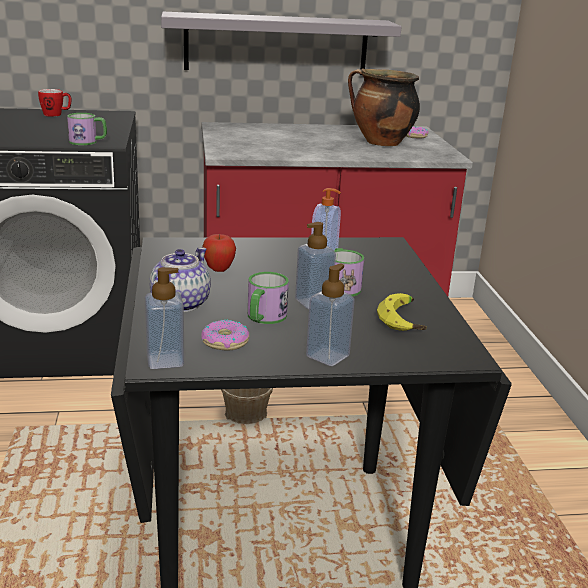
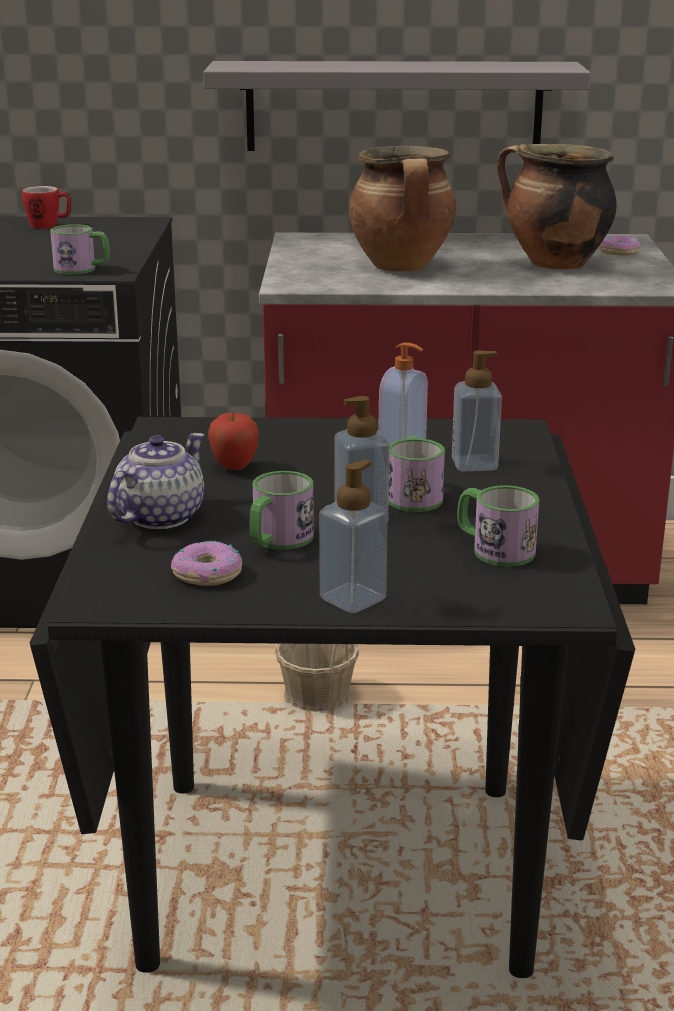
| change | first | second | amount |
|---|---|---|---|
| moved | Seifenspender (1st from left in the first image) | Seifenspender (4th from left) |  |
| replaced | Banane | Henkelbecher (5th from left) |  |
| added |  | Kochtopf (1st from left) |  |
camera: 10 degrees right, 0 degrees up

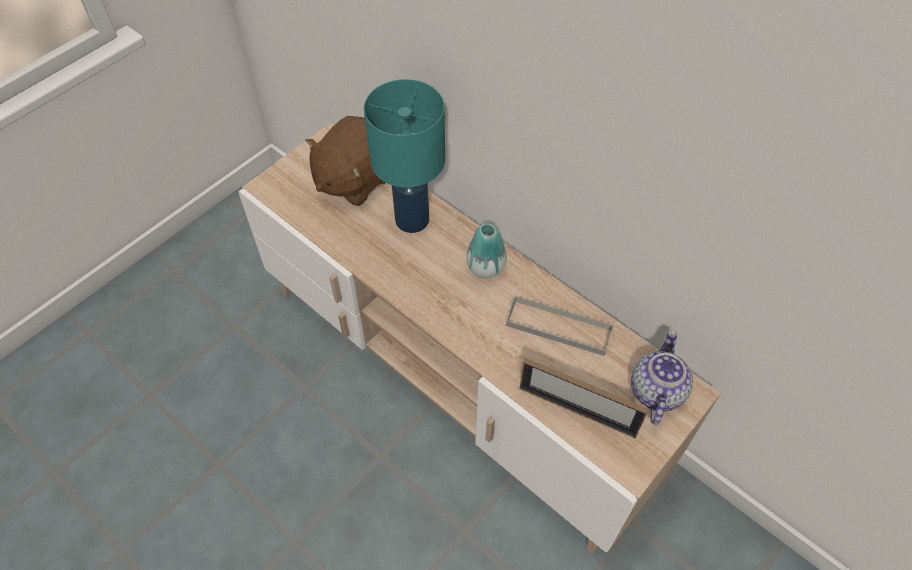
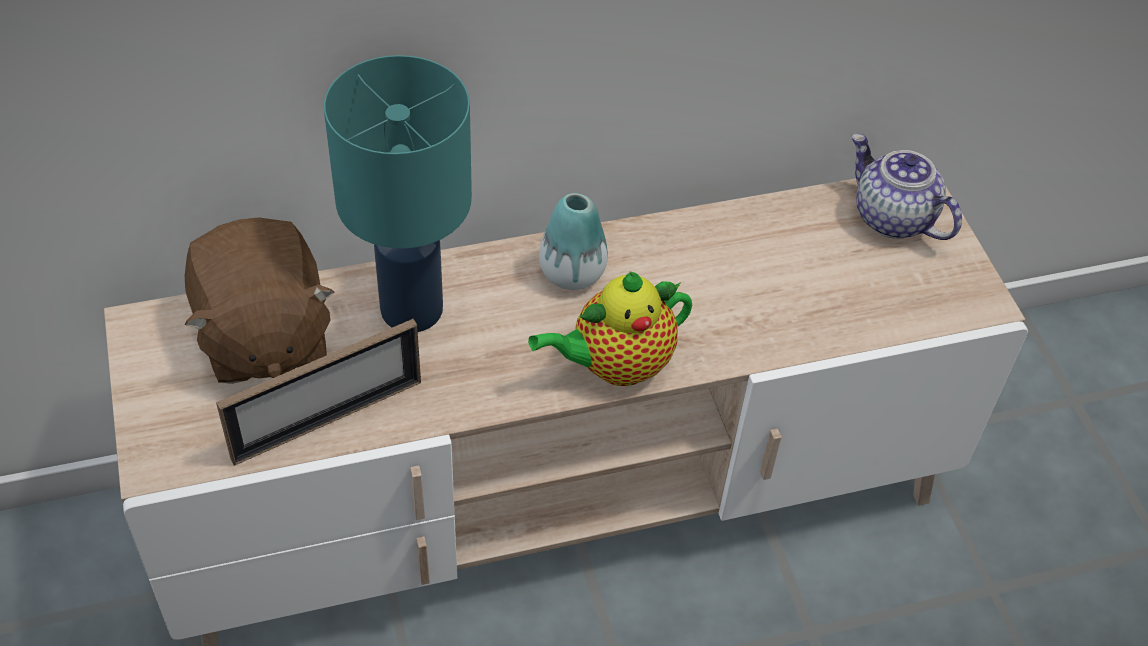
| change | first | second | amount |
|---|---|---|---|
| removed | Tablett [grau] |  |  |
| moved | Bilderrahmen |  |  |
| added |  | Teekanne (1st from left) |  |
camera: 60 degrees left, 5 degrees down

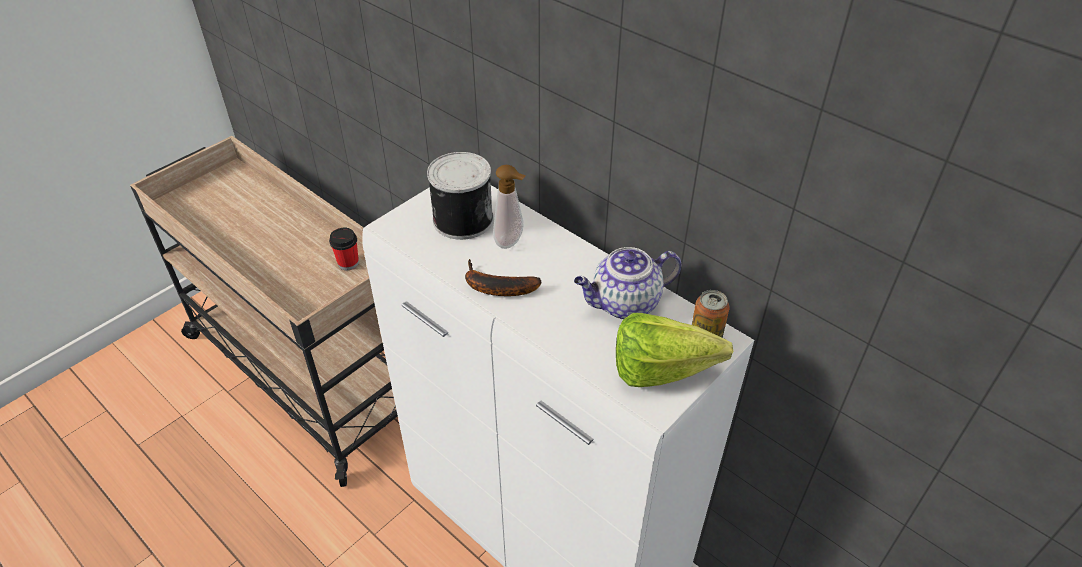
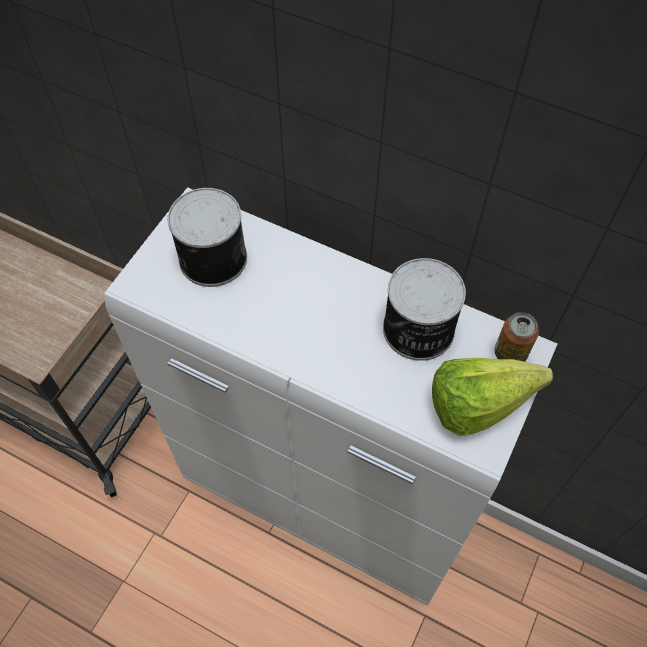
| change | first | second | amount |
|---|---|---|---|
| removed | Seifenspender |  |  |
| removed | Tasse |  |  |
| replaced | Teekanne | Dose (2nd from left) |  |
| removed | Banane |  |  |
camera: 15 degrees left, 15 degrees up

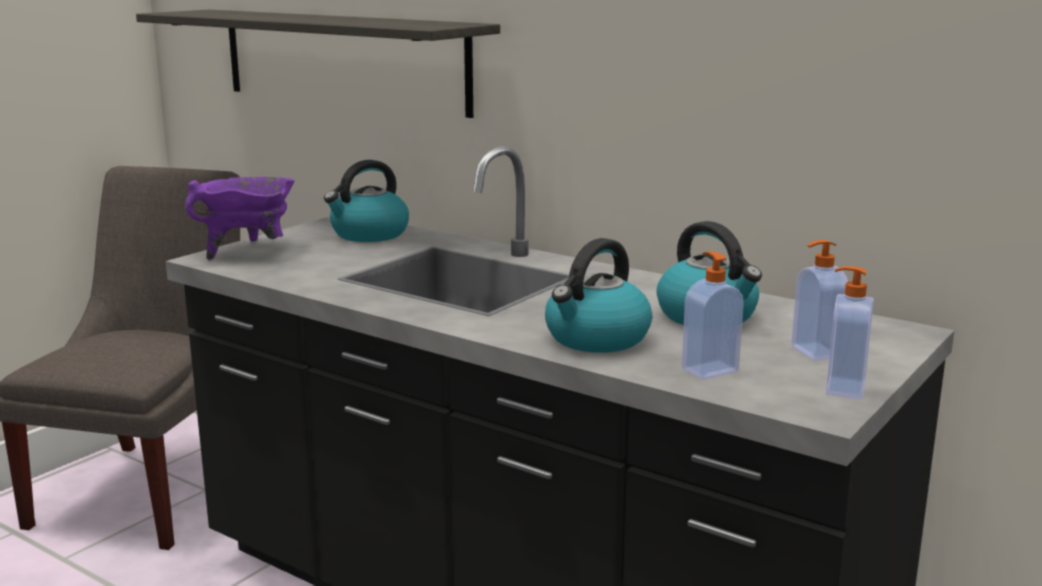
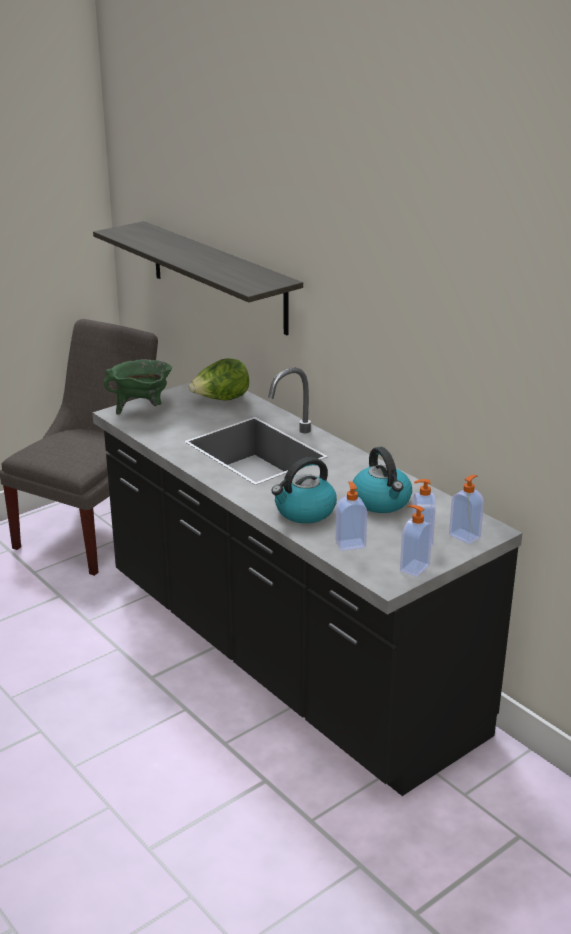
| change | first | second | amount |
|---|---|---|---|
| replaced | Wasserkessel (1st from left) | Salatkopf |  |
| recoloured | Kochtopf [lila] | Kochtopf [grün] |  |
| added |  | Seifenspender (4th from left) |  |
camera: 15 degrees right, 10 degrees up

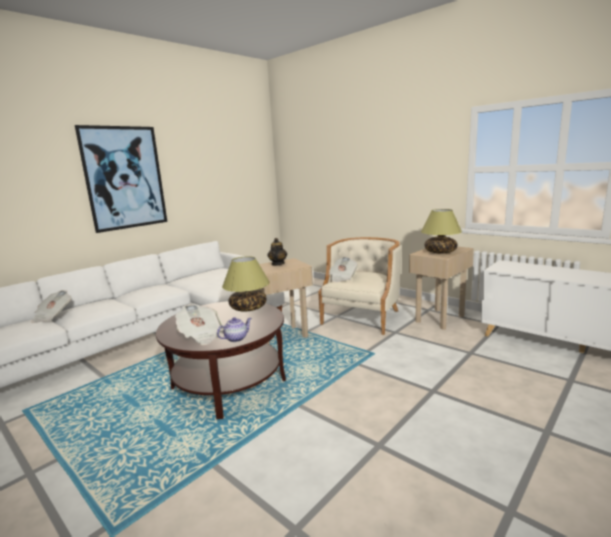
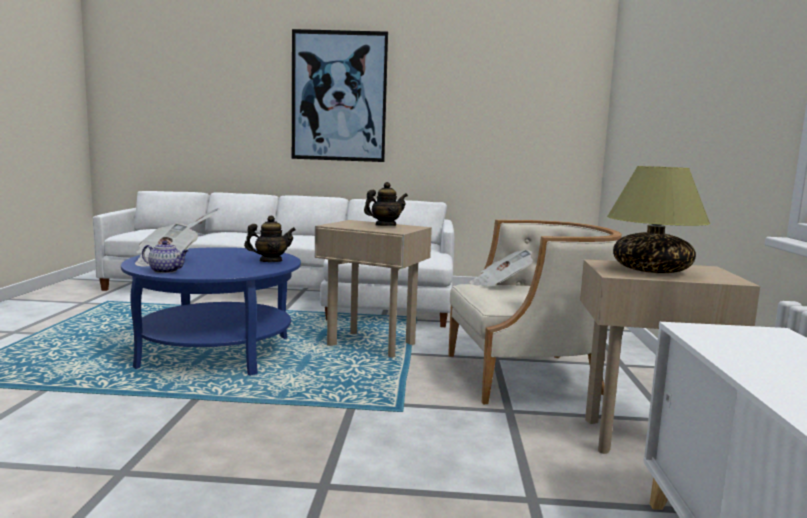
| change | first | second | amount |
|---|---|---|---|
| replaced | Tischlampe (1st from left) | Teekanne (2nd from left) |  |
| recoloured | Couchtisch [braun] | Couchtisch [blau] |  |
camera: 50 degrees right, 5 degrees down

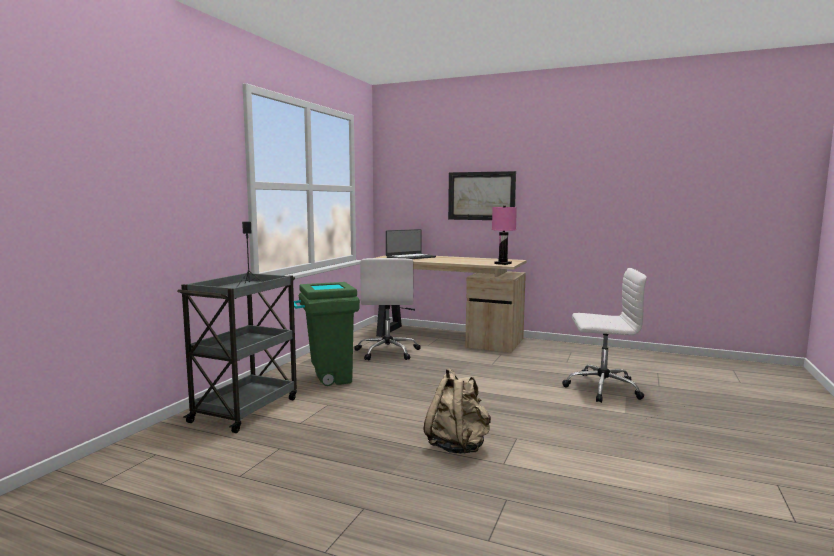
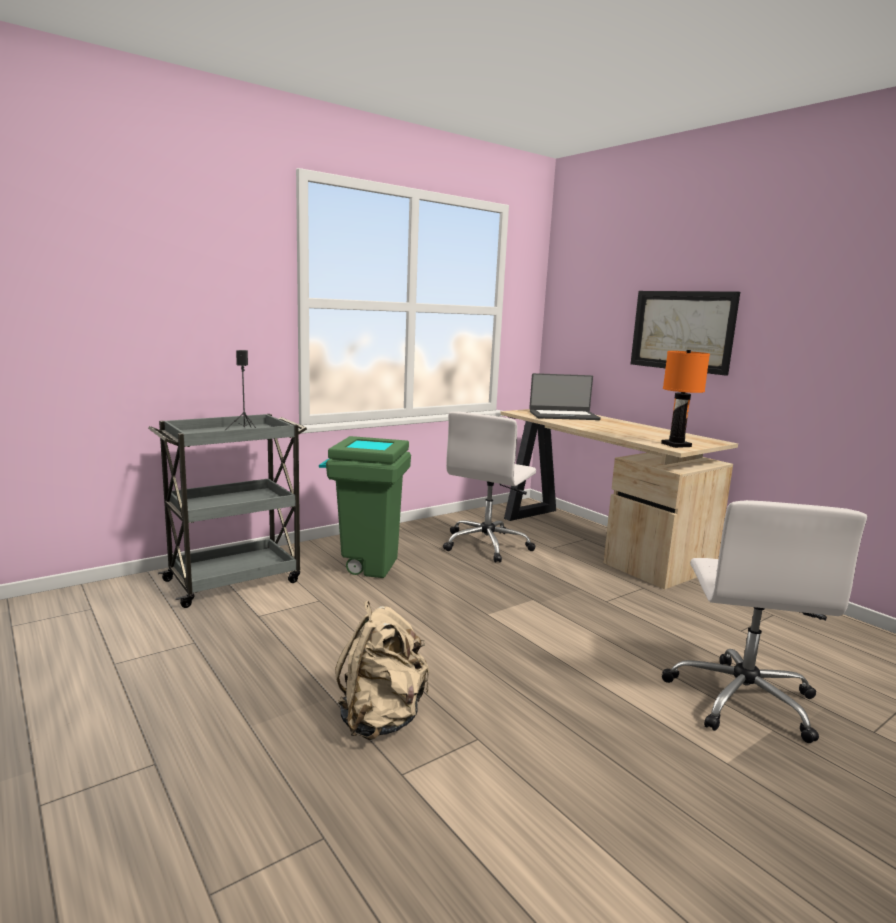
| change | first | second | amount |
|---|---|---|---|
| recoloured | Tischlampe [rosa] | Tischlampe [orange] |  |
| turned | Bürostuhl [weiß] (2nd from left) |  | 60 degrees clockwise |
camera: 30 degrees right, 5 degrees up

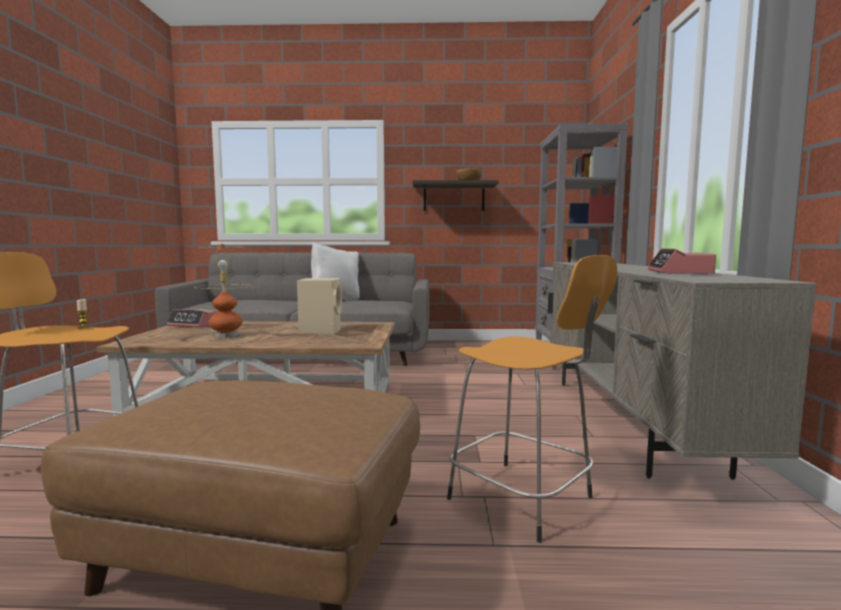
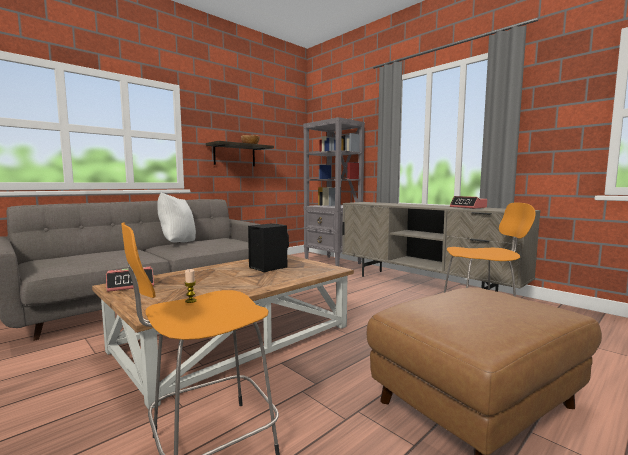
| change | first | second | amount |
|---|---|---|---|
| removed | Tischlampe |  |  |
| recoloured | Lautsprecher [beige] | Lautsprecher [schwarz] |  |
camera: 45 degrees left, 0 degrees up

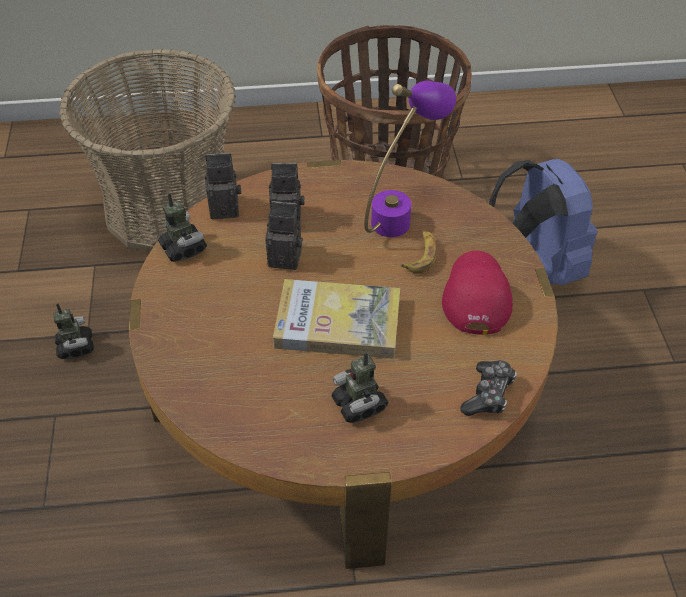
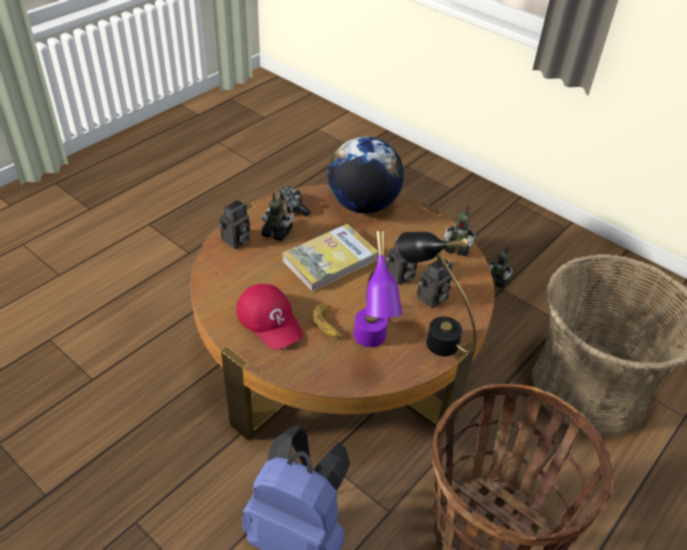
| change | first | second | amount |
|---|---|---|---|
| moved | Kamera (1st from left) |  |  |
| moved | Gamepad |  |  |
| added |  | Globus |  |
| added |  | Tischlampe [schwarz] |  |
camera: 135 degrees right, 5 degrees down

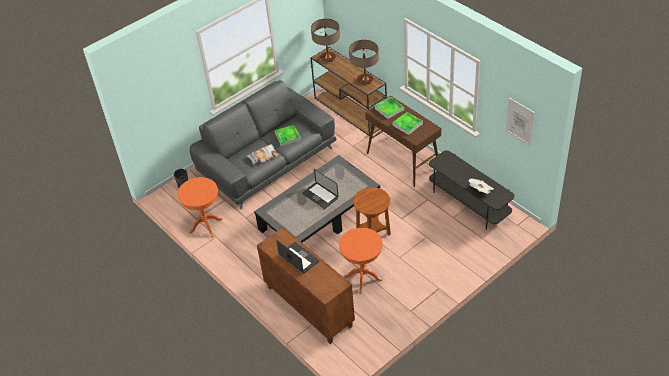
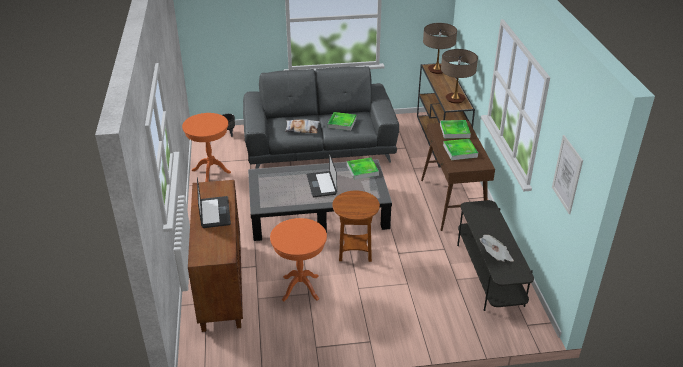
| change | first | second | amount |
|---|---|---|---|
| added |  | Tablett (2nd from left) |  |
camera: 30 degrees right, 10 degrees down

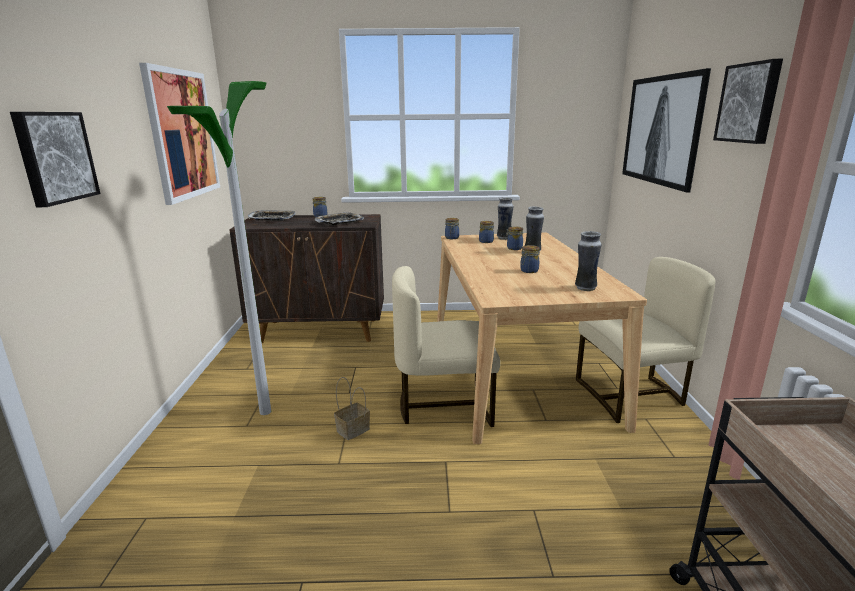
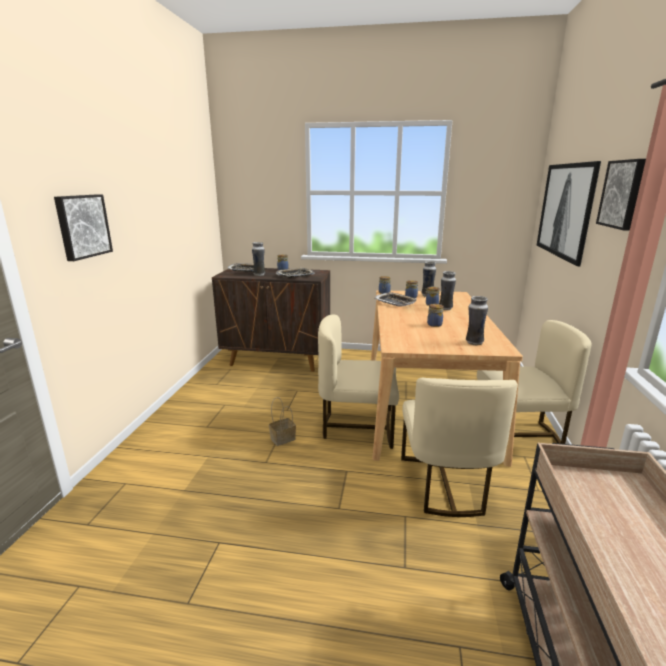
| change | first | second | amount |
|---|---|---|---|
| removed | Bild (2nd from left) |  |  |
| removed | Stehlampe |  |  |
| added |  | Vase (1st from left) |  |
| added |  | Tablett (3rd from left) |  |
| added |  | Stuhl [beige] (2nd from left) |  |
camera: 10 degrees right, 0 degrees up

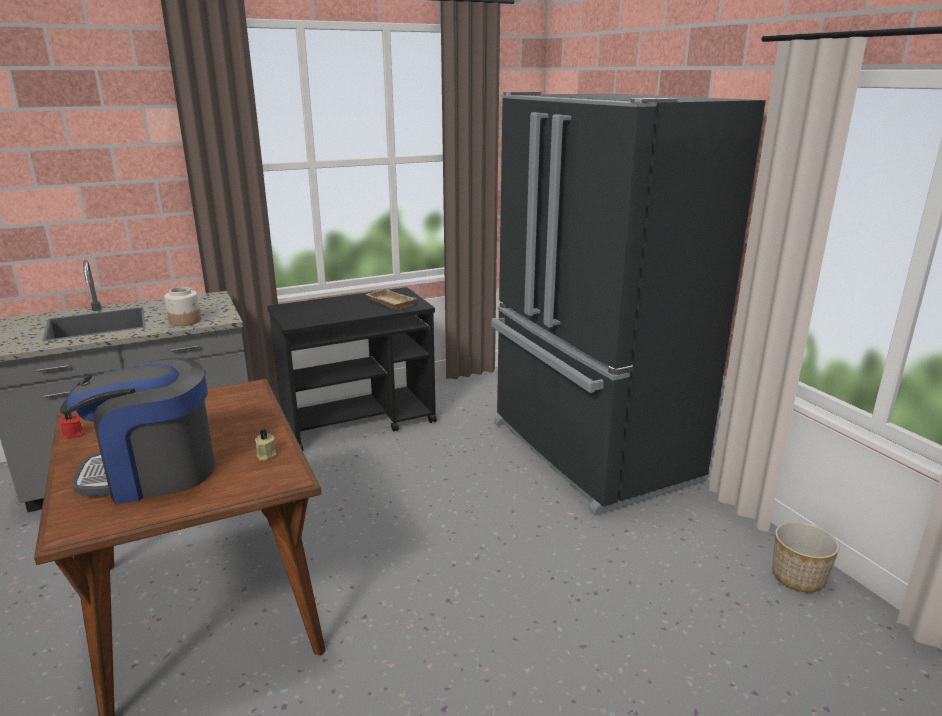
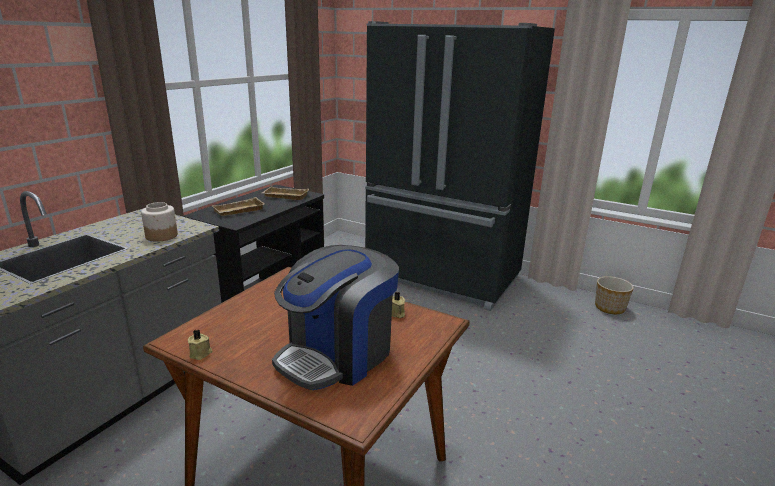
| change | first | second | amount |
|---|---|---|---|
| recoloured | Kerze [rot] | Kerze [beige] (1st from left) |  |
| added |  | Tablett [beige] (1st from left) |  |
camera: 35 degrees left, 0 degrees up

